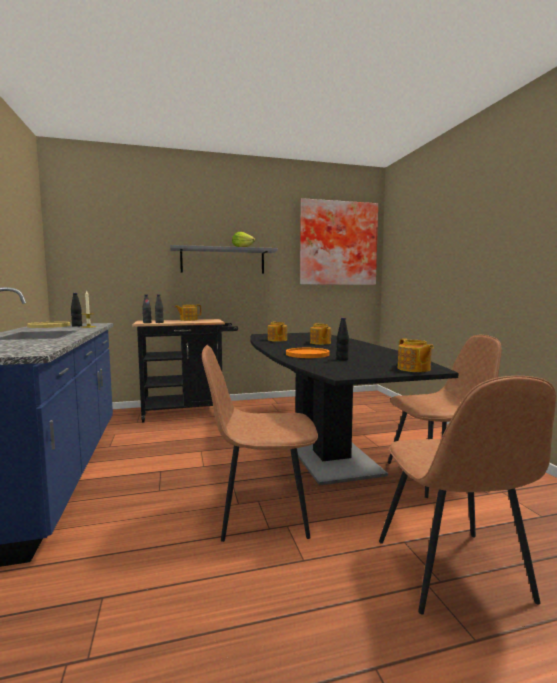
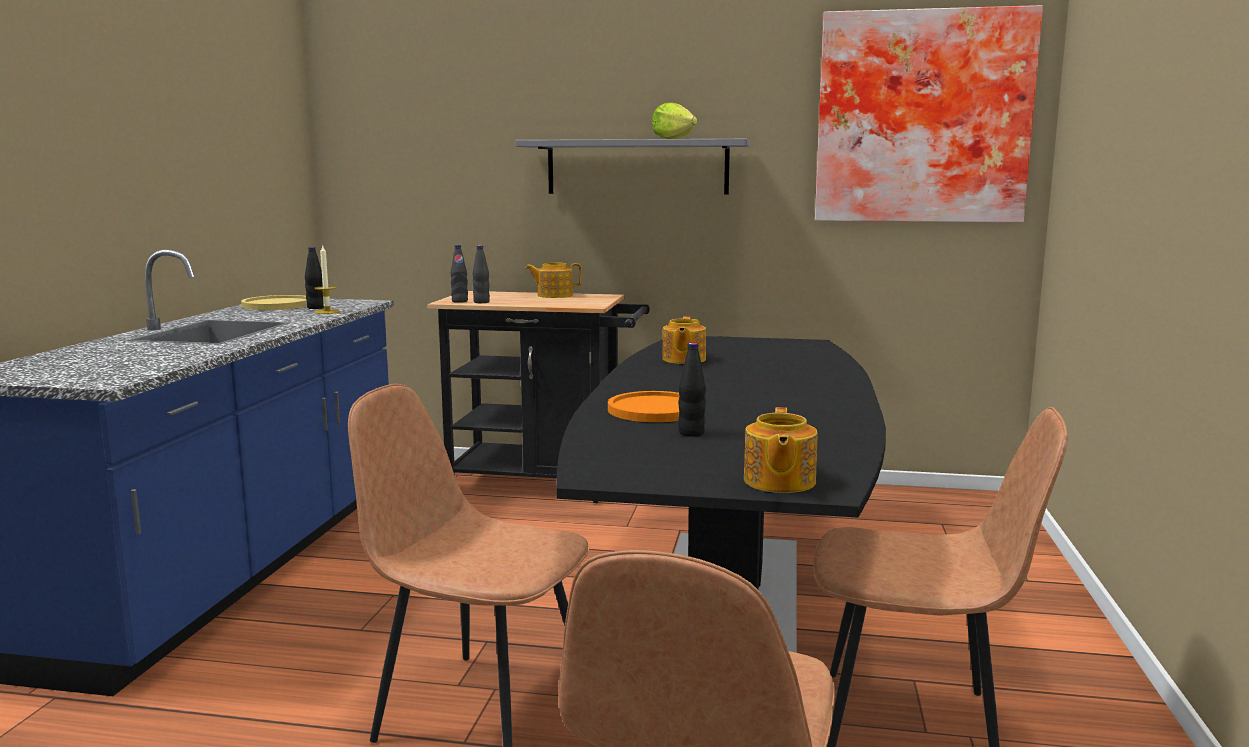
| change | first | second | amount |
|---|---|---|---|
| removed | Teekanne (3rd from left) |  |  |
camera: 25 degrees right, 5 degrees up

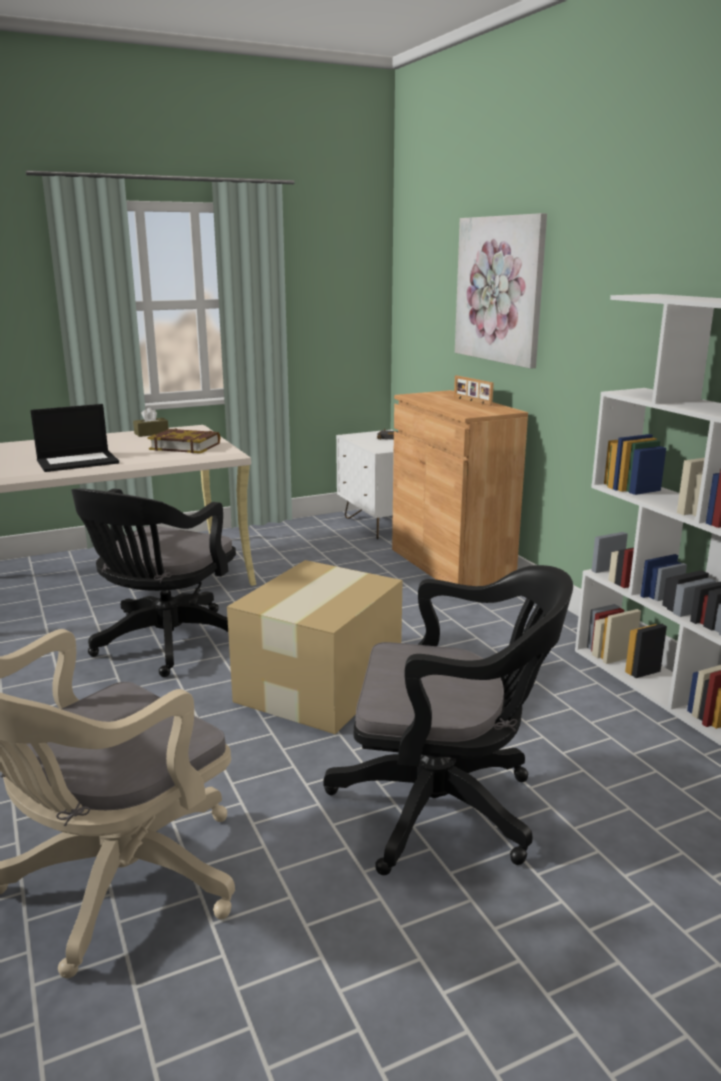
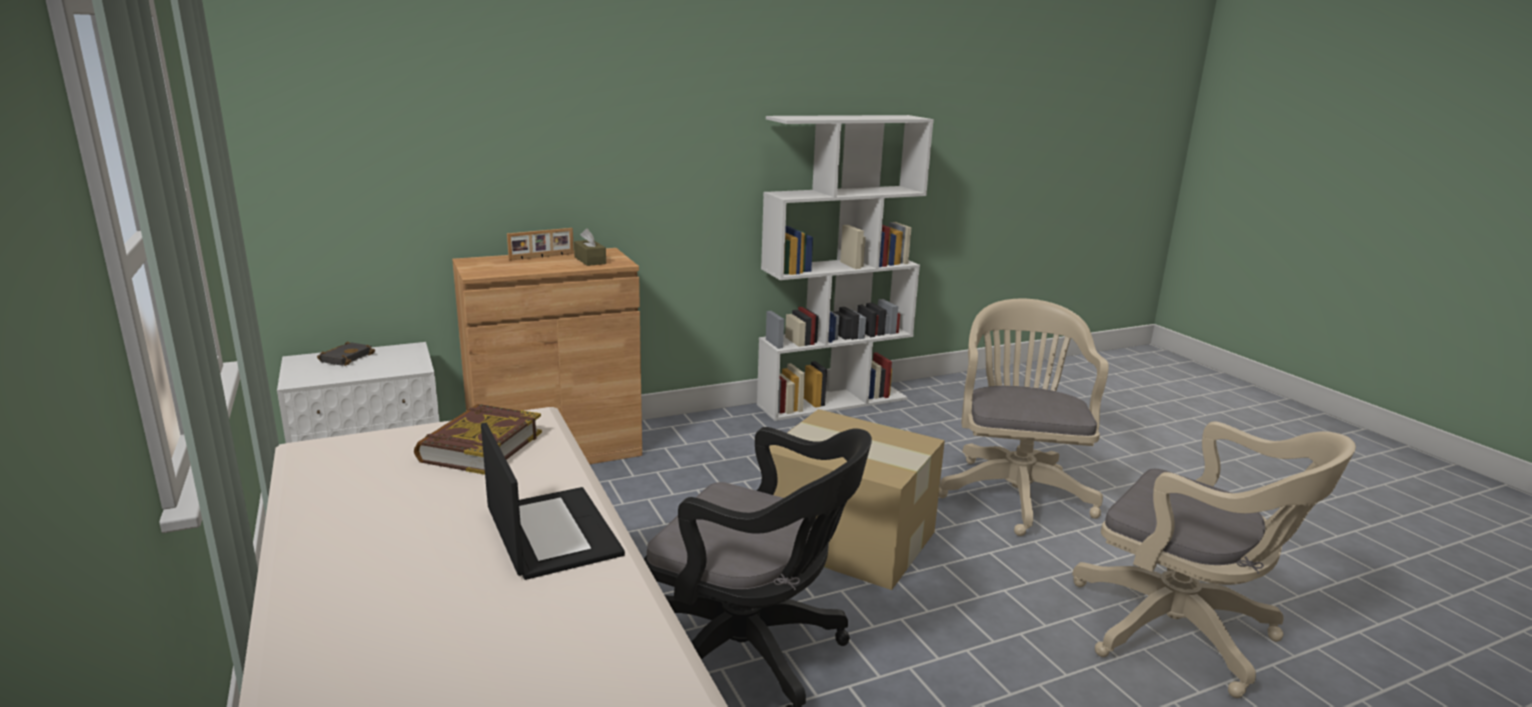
| change | first | second | amount |
|---|---|---|---|
| removed | Bild |  |  |
| moved | Taschentuchbox [braun] |  |  |
| recoloured | Bürostuhl [schwarz] (2nd from left) | Bürostuhl [beige] (1st from left) |  |
camera: 90 degrees left, 0 degrees up

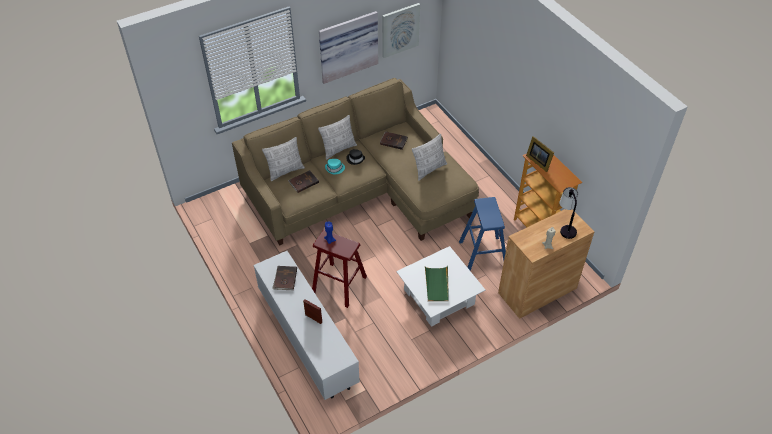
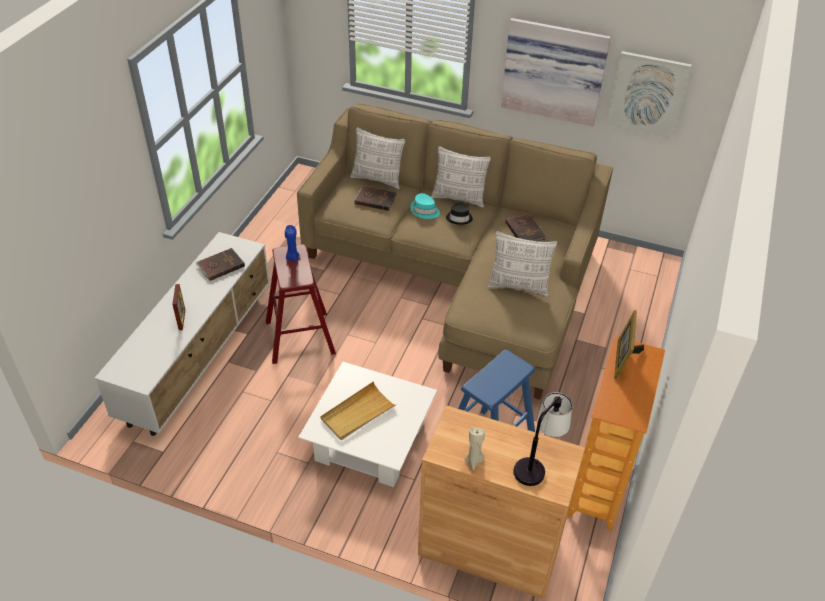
| change | first | second | amount |
|---|---|---|---|
| recoloured | Tablett [grün] | Tablett [beige] |  |
camera: 50 degrees right, 5 degrees down

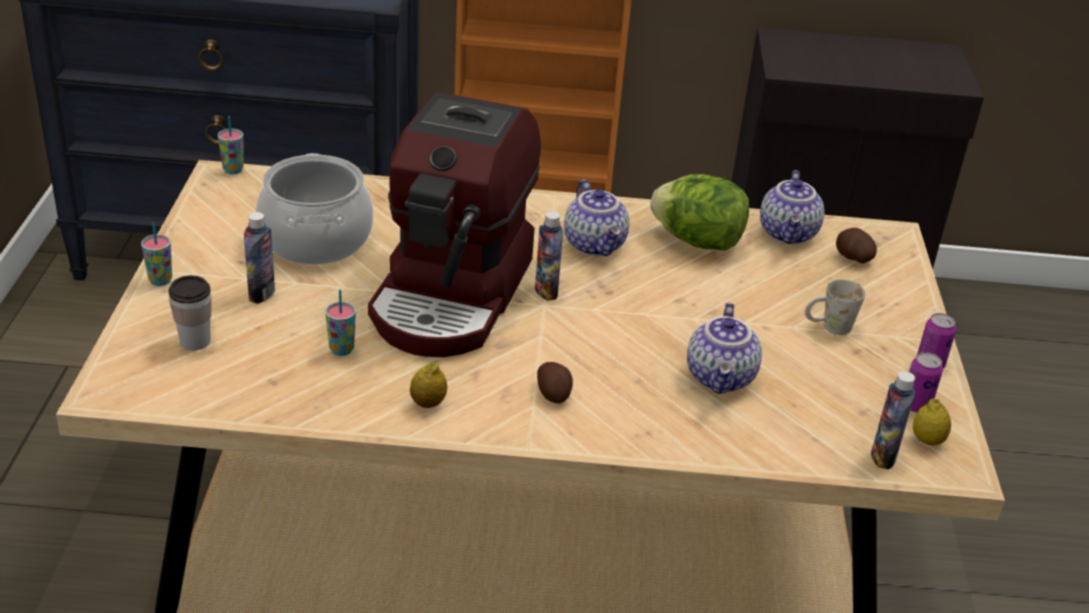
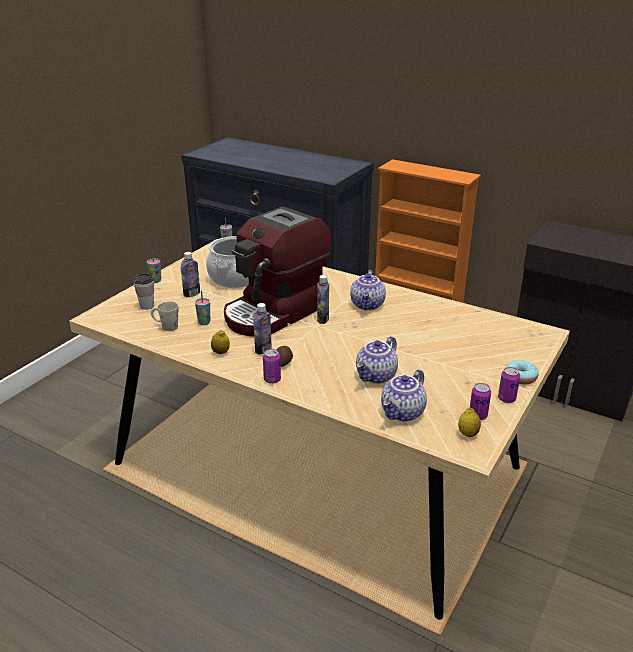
| change | first | second | amount |
|---|---|---|---|
| moved | Teekanne (3rd from left) |  |  |
| removed | Salatkopf |  |  |
| removed | Kartoffel (2nd from left) |  |  |
| moved | Henkelbecher [weiß] |  |  |
| moved | Flasche (3rd from left in the first image) | Flasche (2nd from left) |  |
| added |  | Dose (1st from left) |  |
| added |  | Donut |  |
camera: 30 degrees right, 5 degrees down

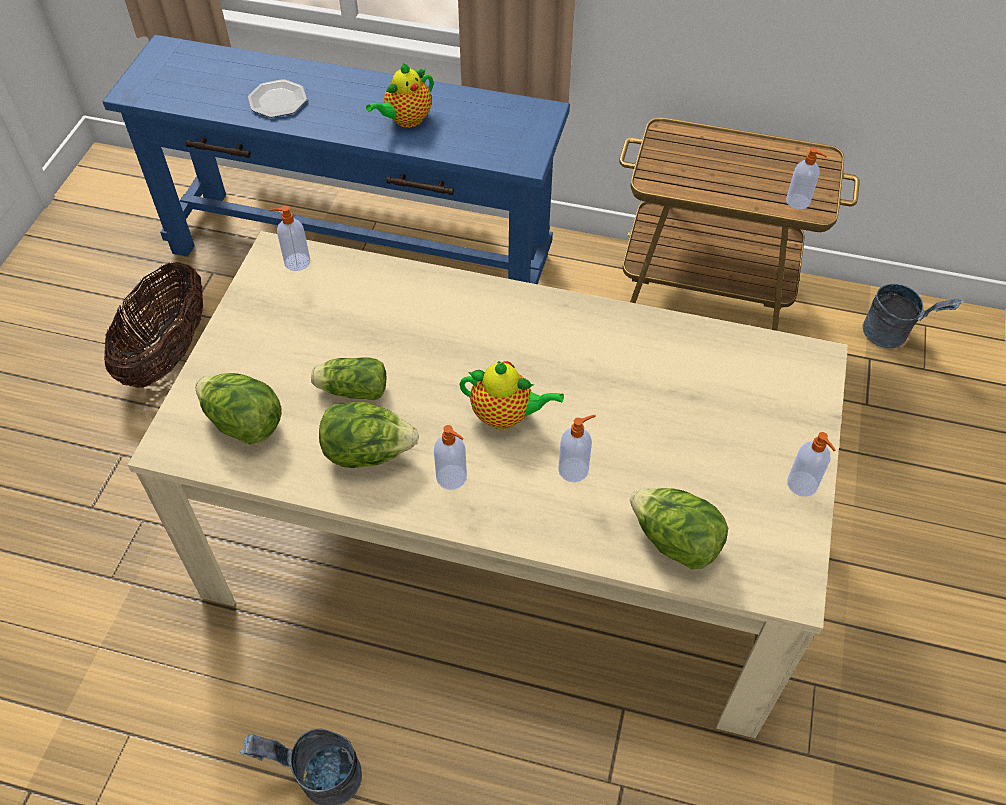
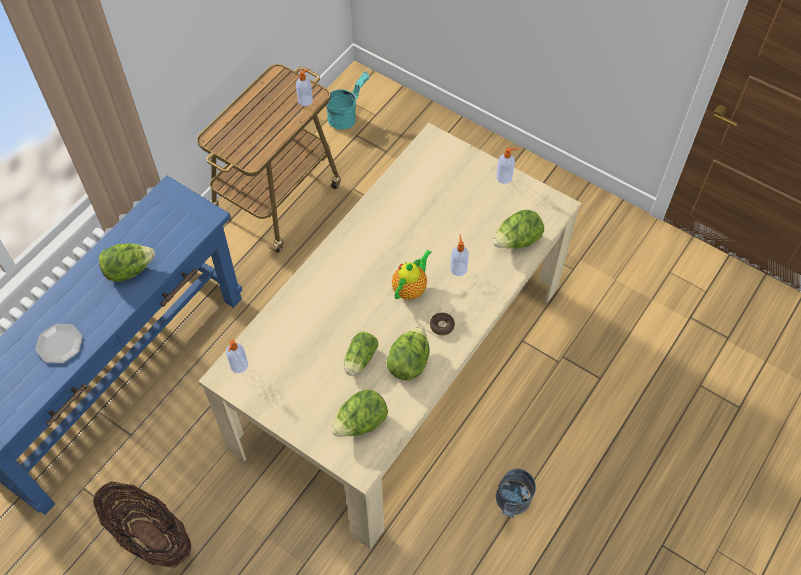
| change | first | second | amount |
|---|---|---|---|
| replaced | Teekanne (1st from left) | Salatkopf (1st from left) |  |
| recoloured | Eimer [grau] (2nd from left) | Eimer [türkis] |  |
| replaced | Seifenspender (2nd from left) | Donut |  |
camera: 70 degrees left, 5 degrees up

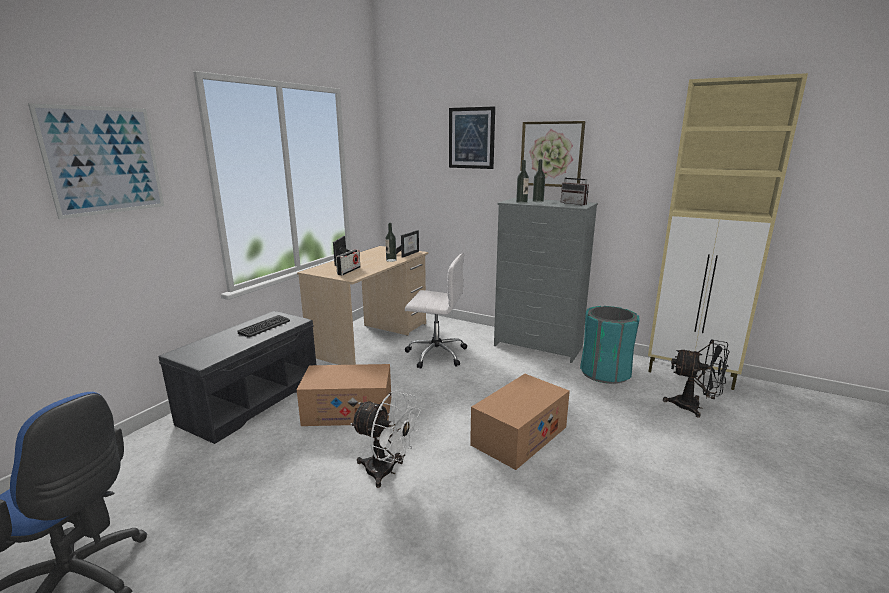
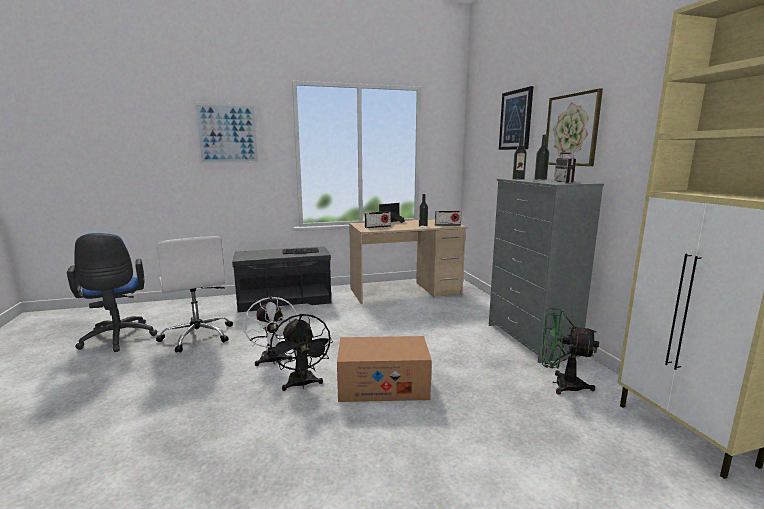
| change | first | second | amount |
|---|---|---|---|
| replaced | Bilderrahmen (2nd from left) | Radio (2nd from left) |  |
| moved | Bürostuhl [weiß] |  |  |
| replaced | Mülleimer [türkis] | Ventilator [grün] |  |
| moved | Ventilator [schwarz] |  |  |
| removed | Karton (1st from left) |  |  |
camera: 45 degrees right, 5 degrees down

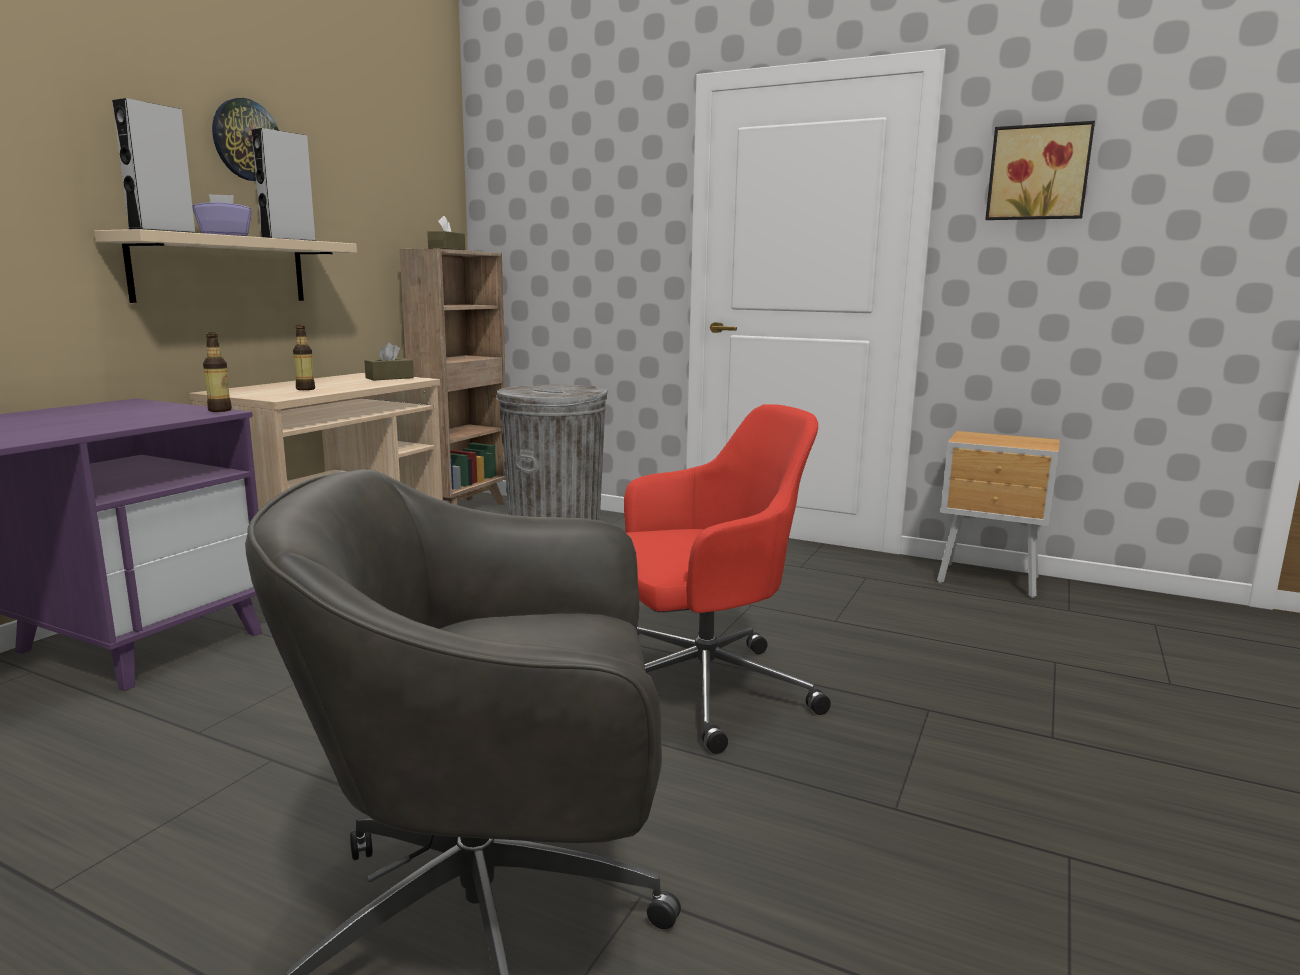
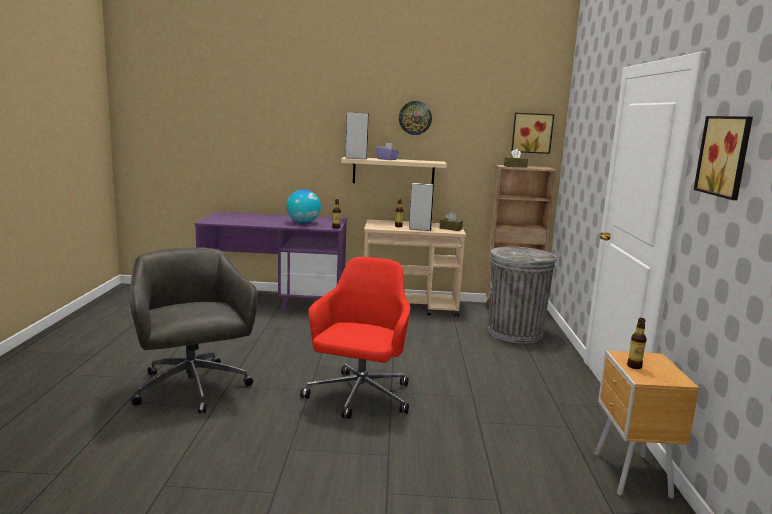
| change | first | second | amount |
|---|---|---|---|
| moved | Lautsprecher [grau] (2nd from left) |  |  |
| turned | Bürostuhl [rot] |  | 120 degrees counterclockwise |
| added |  | Bild (1st from left) |  |
| added |  | Globus |  |
| added |  | Flasche (3rd from left) |  |
camera: 65 degrees right, 0 degrees up

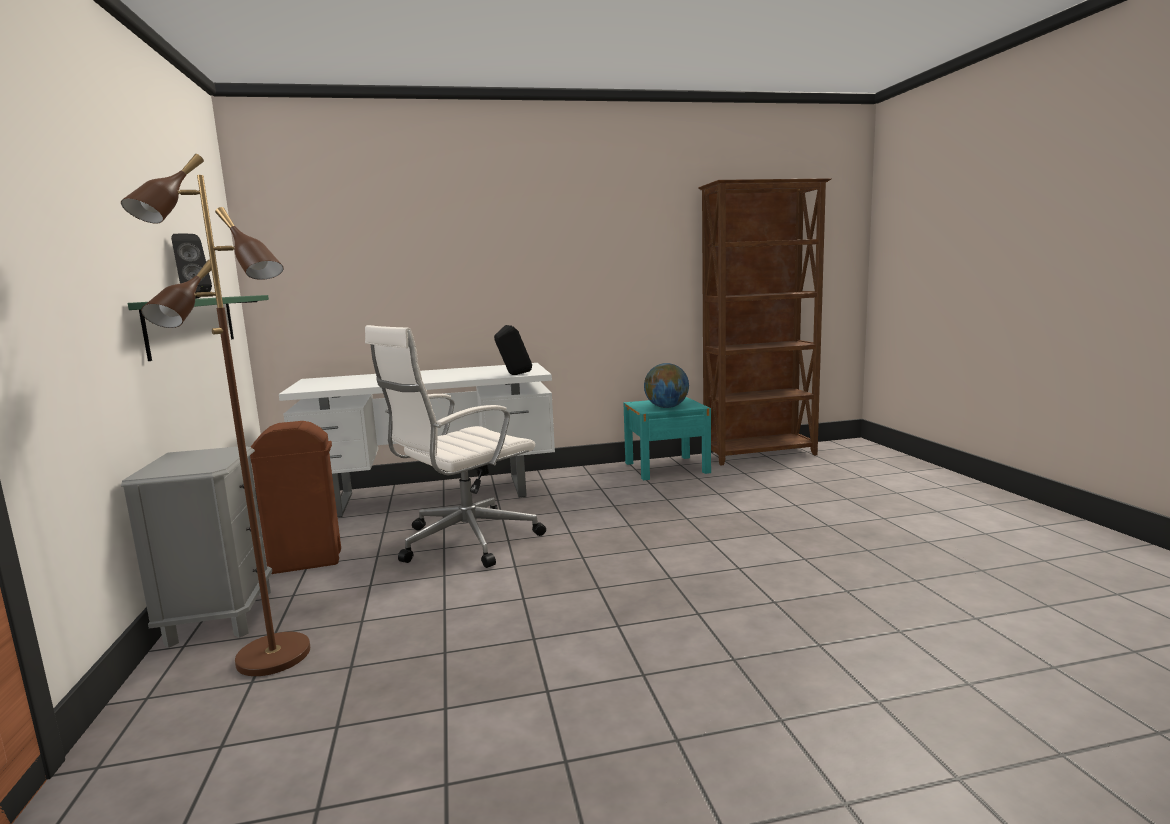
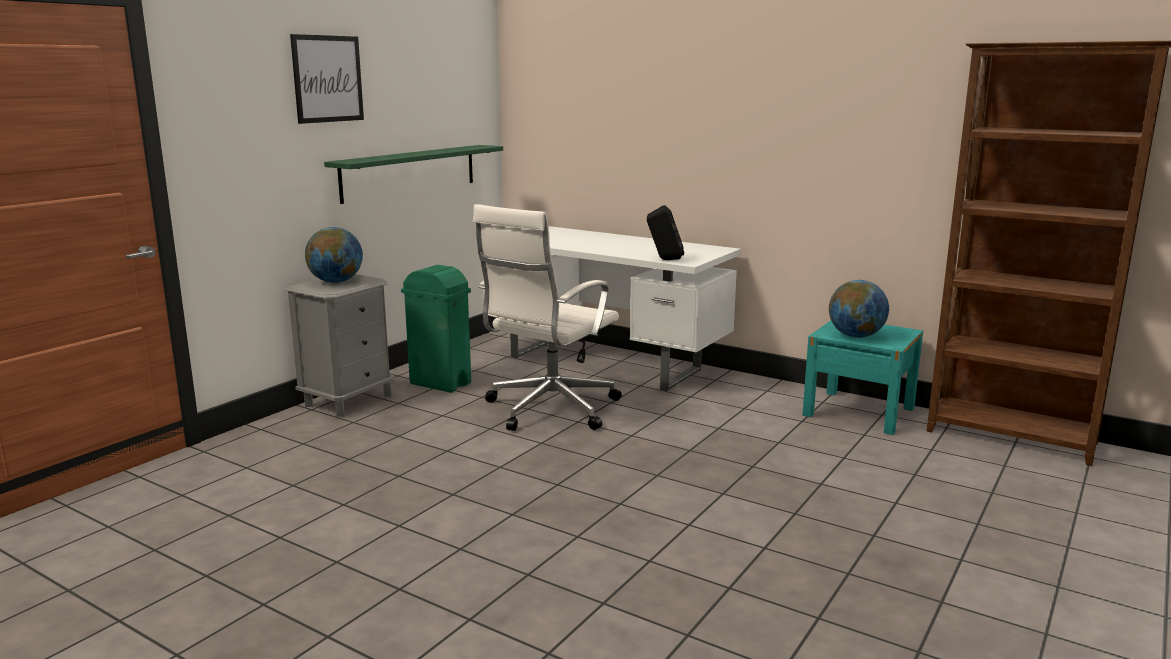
| change | first | second | amount |
|---|---|---|---|
| removed | Stehlampe [braun] |  |  |
| removed | Lautsprecher [schwarz] (1st from left) |  |  |
| turned | Bürostuhl [weiß] |  | 60 degrees counterclockwise |
| recoloured | Mülleimer [braun] | Mülleimer [grün] |  |
| added |  | Bild |  |
| added |  | Globus (1st from left) |  |
camera: 45 degrees right, 5 degrees up

